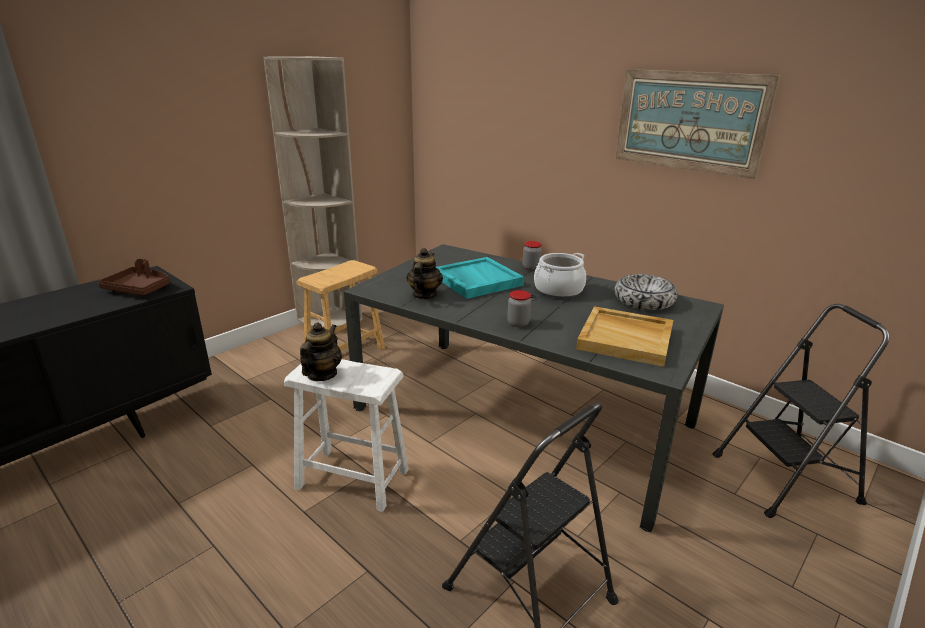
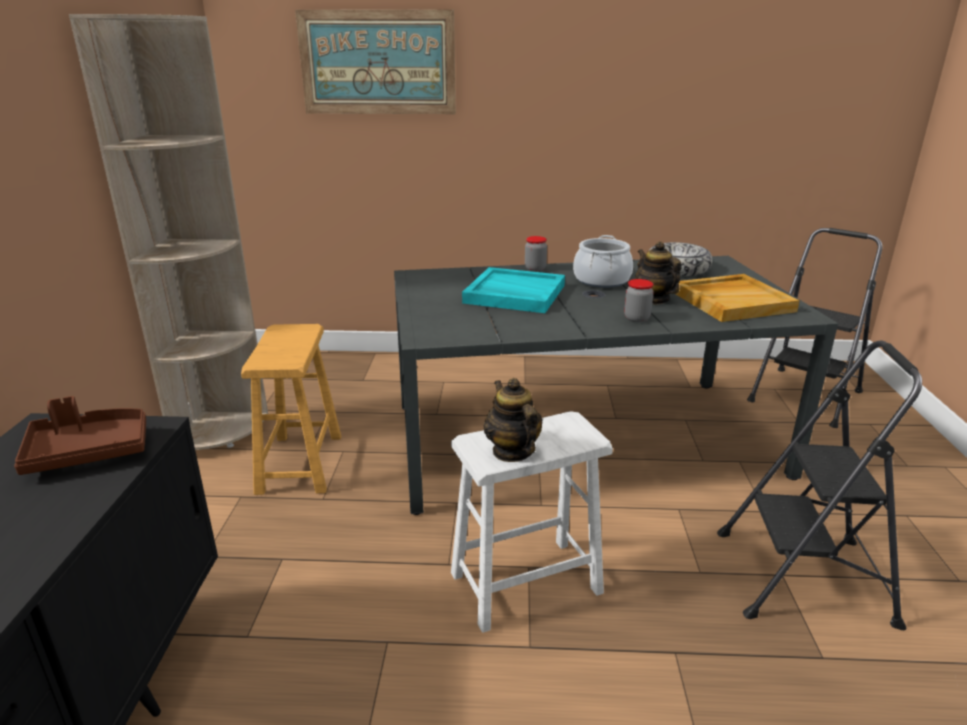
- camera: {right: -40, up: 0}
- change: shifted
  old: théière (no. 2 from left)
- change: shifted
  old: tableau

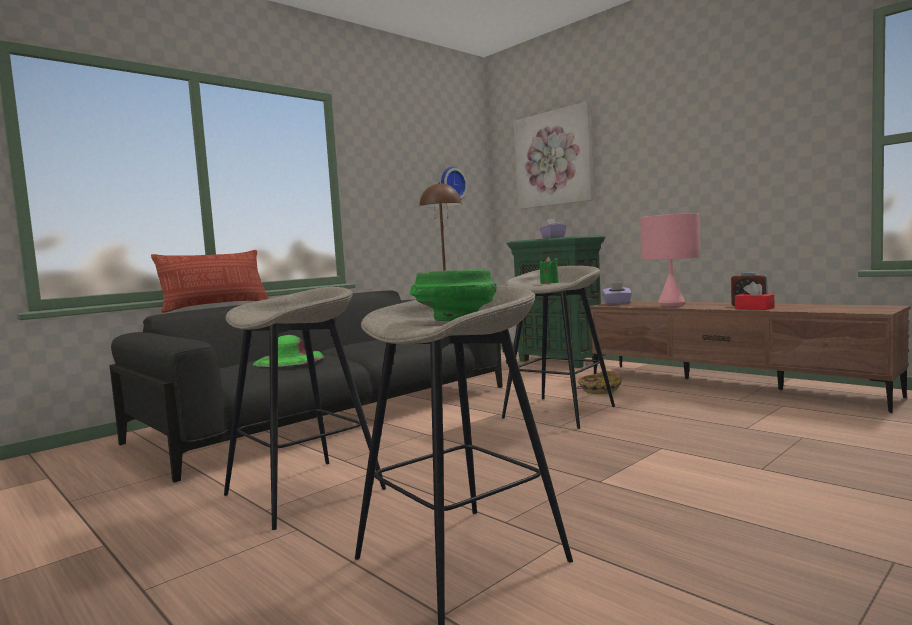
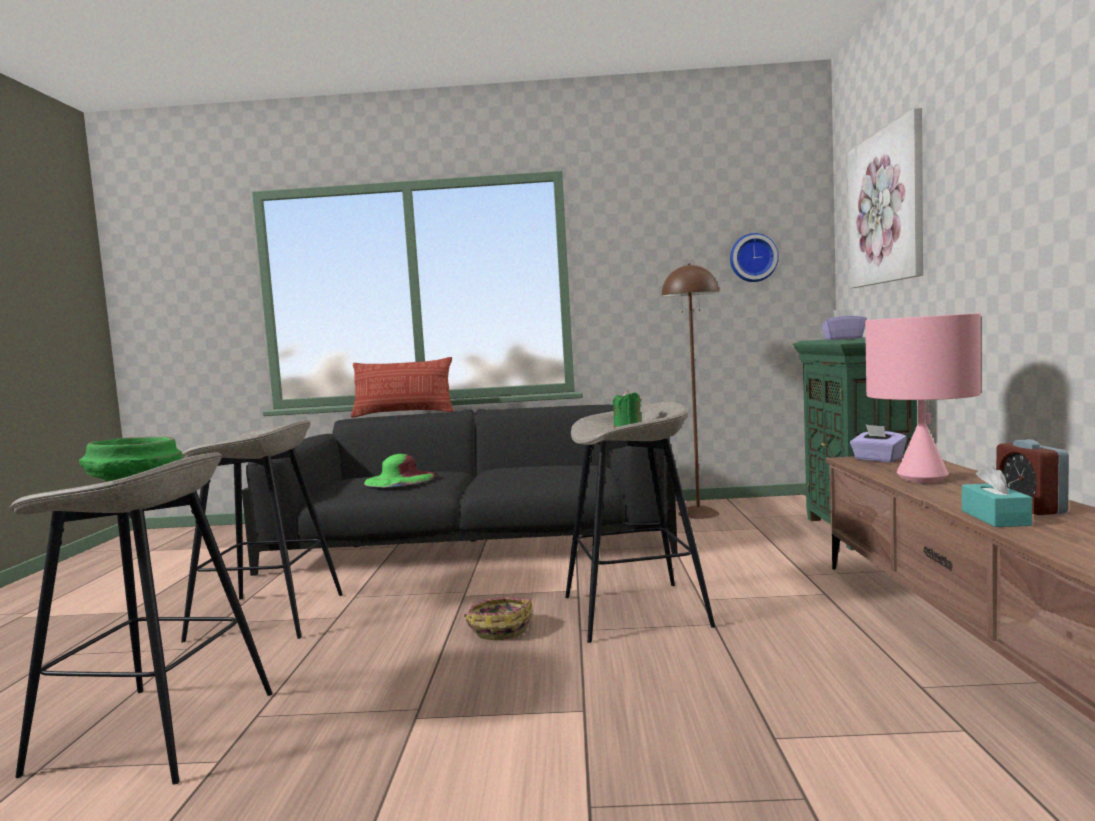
- camera: {right: 45, up: 0}
- change: shifted
  old: panier
- change: repainted
  old: boîte à mouchoirs (rouge)
  new: boîte à mouchoirs (turquoise)

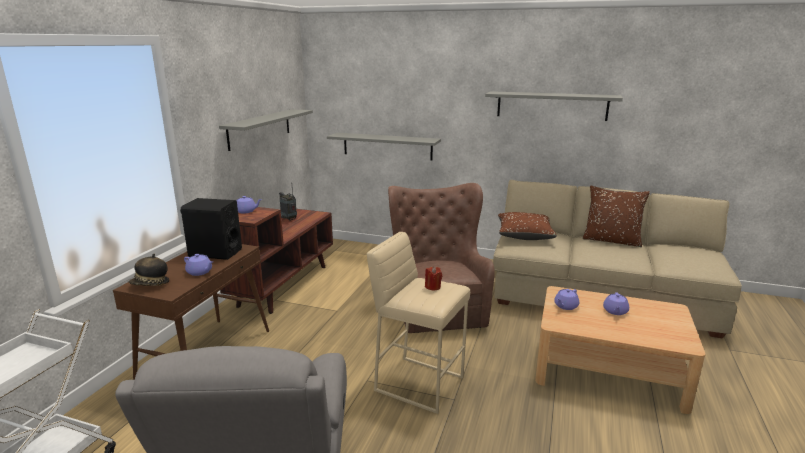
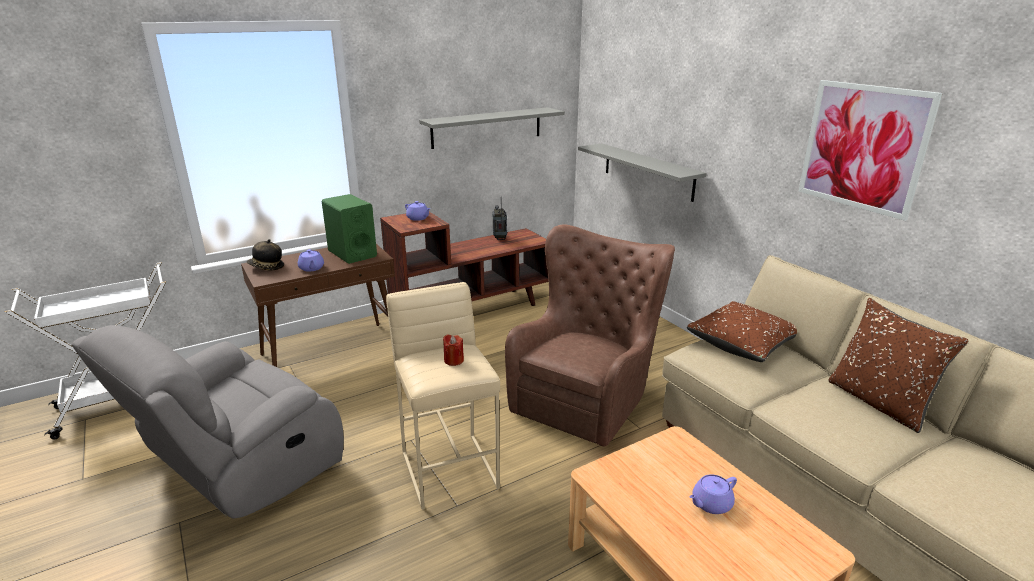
- camera: {right: 40, up: 5}
- change: gone
  old: théière (violet) (no. 3 from left)
- change: swapped
  old: étagère (gris) (no. 3 from left)
  new: tableau
- change: repainted
  old: enceinte (noir)
  new: enceinte (vert)

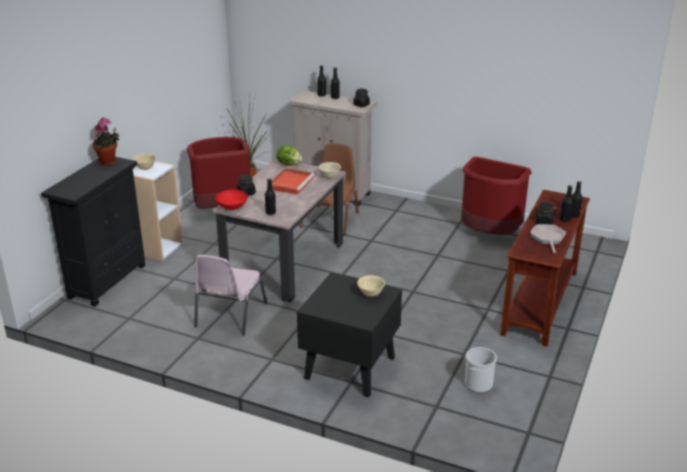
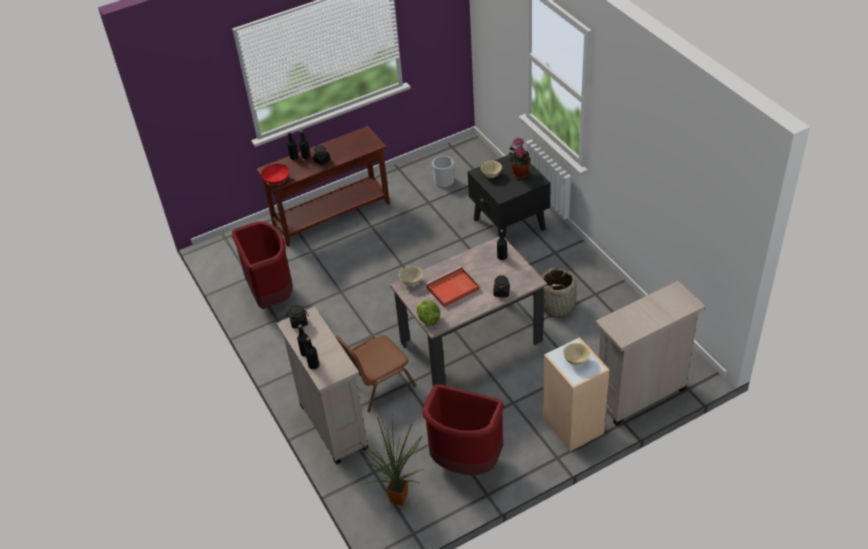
- camera: {right: -140, up: 15}
- change: gone
  old: poêle
- change: shifted
  old: plante en pot (no. 1 from left in the first image)
  new: plante en pot (no. 2 from left)
- change: shifted
  old: bol (rouge)
- change: swapped
  old: chaise (rose)
  new: panier
- change: repainted
  old: meuble de rangement (noir)
  new: meuble de rangement (beige) (no. 2 from left)

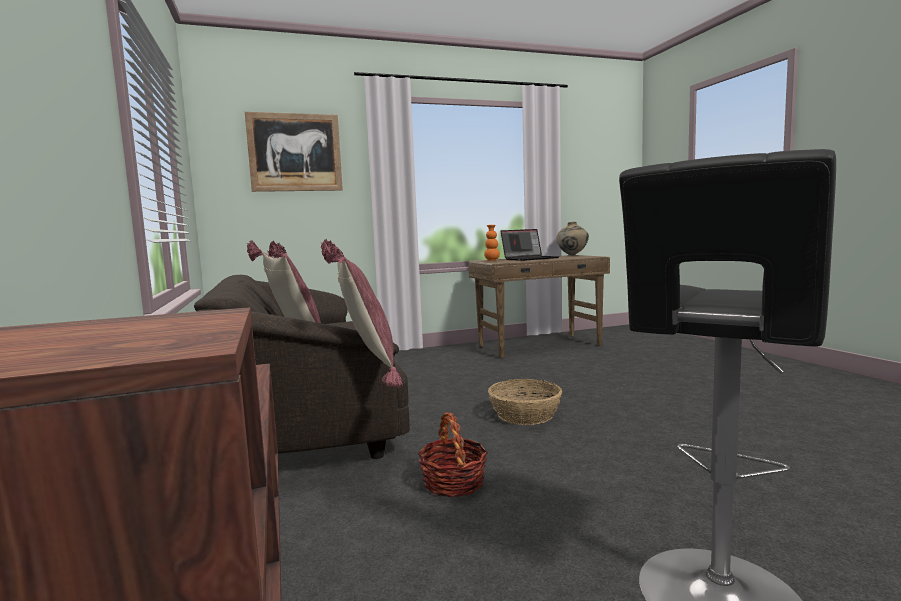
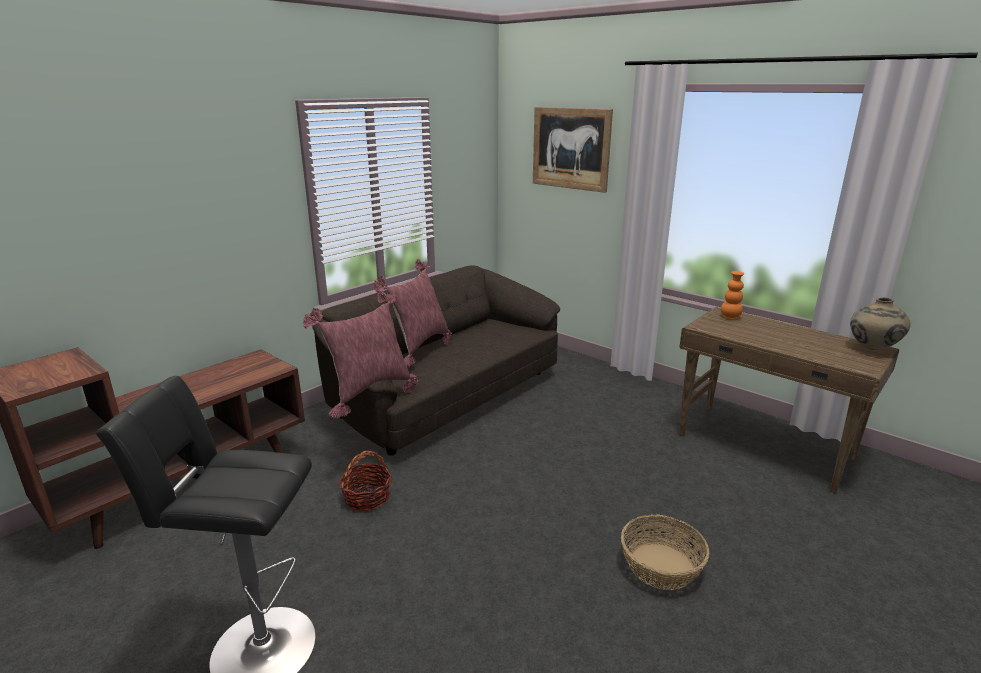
- camera: {right: 60, up: 15}
- change: gone
  old: ordinateur portable
- change: shifted
  old: panier (no. 2 from left)

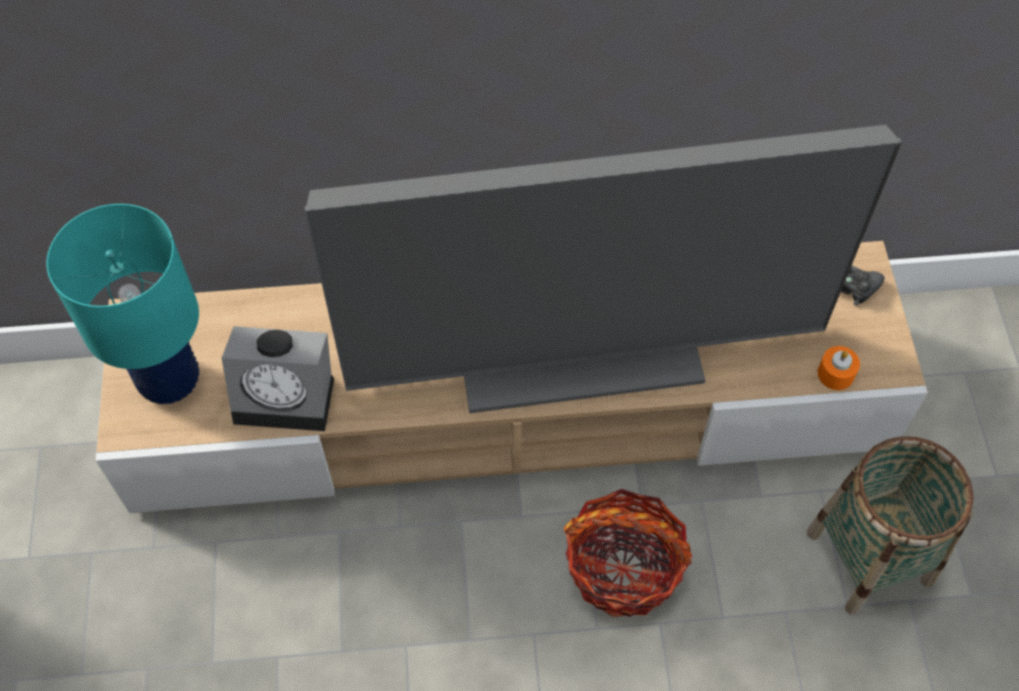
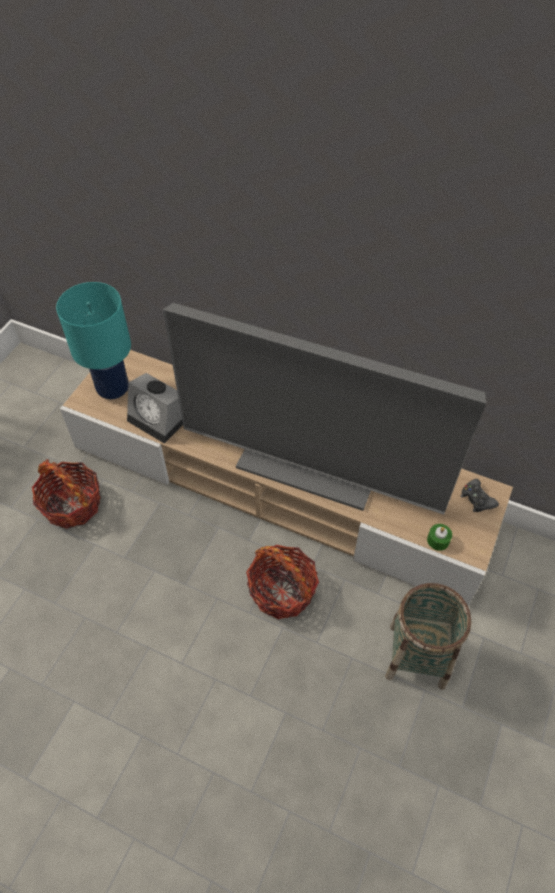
- camera: {right: 30, up: -5}
- change: new
  new: panier (no. 1 from left)
- change: repainted
  old: bougie (orange)
  new: bougie (vert)

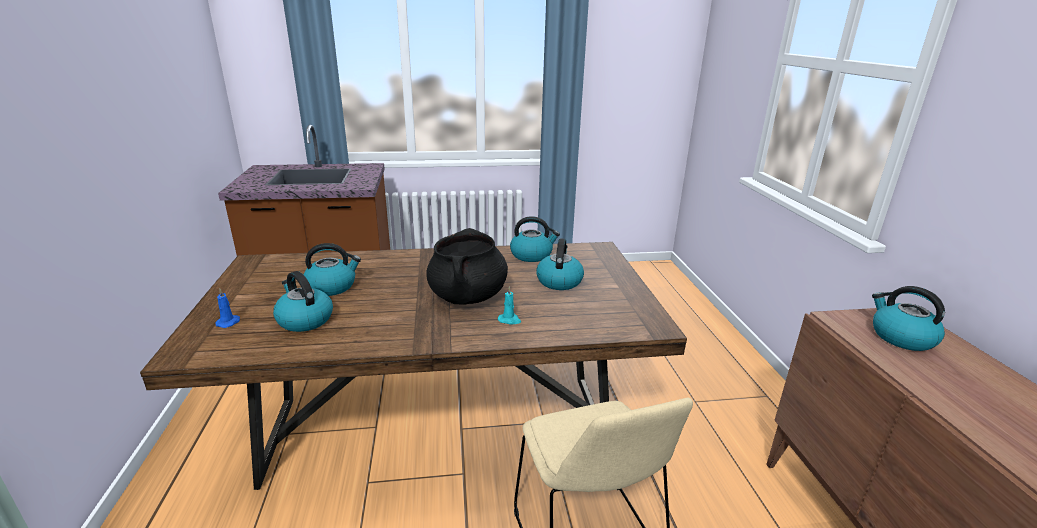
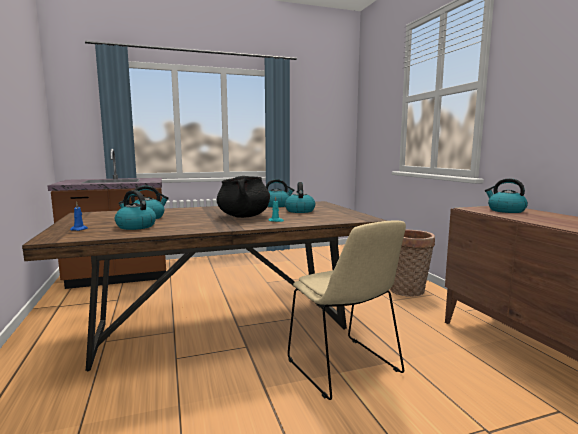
- camera: {right: -10, up: -15}
- change: new
  new: panier

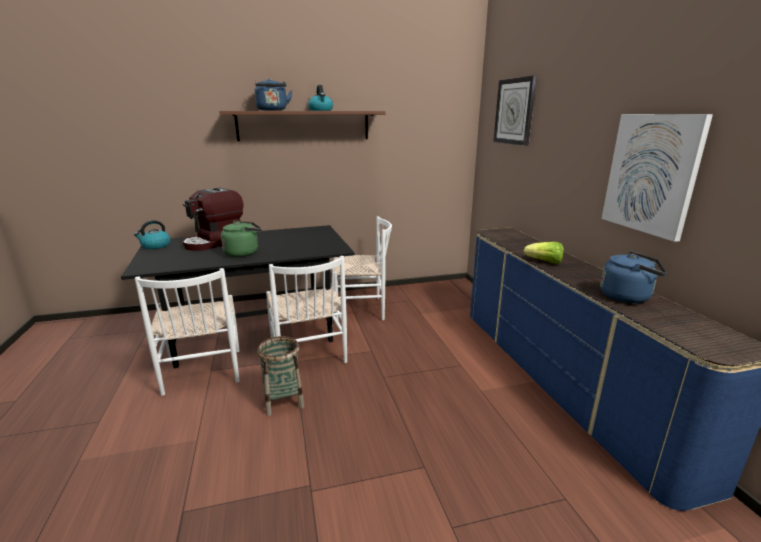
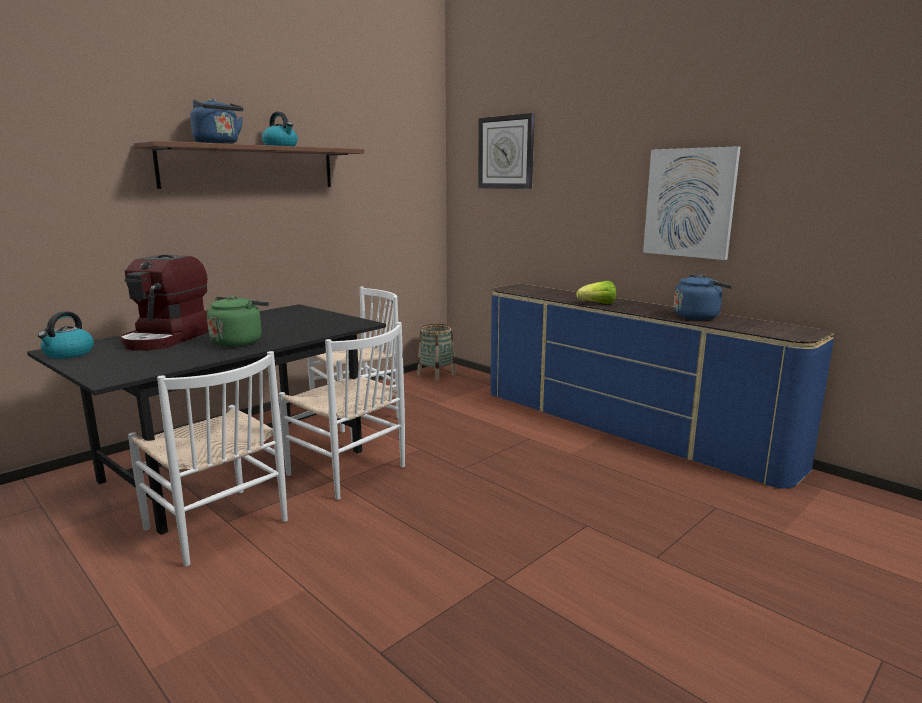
- camera: {right: -30, up: -5}
- change: shifted
  old: panier

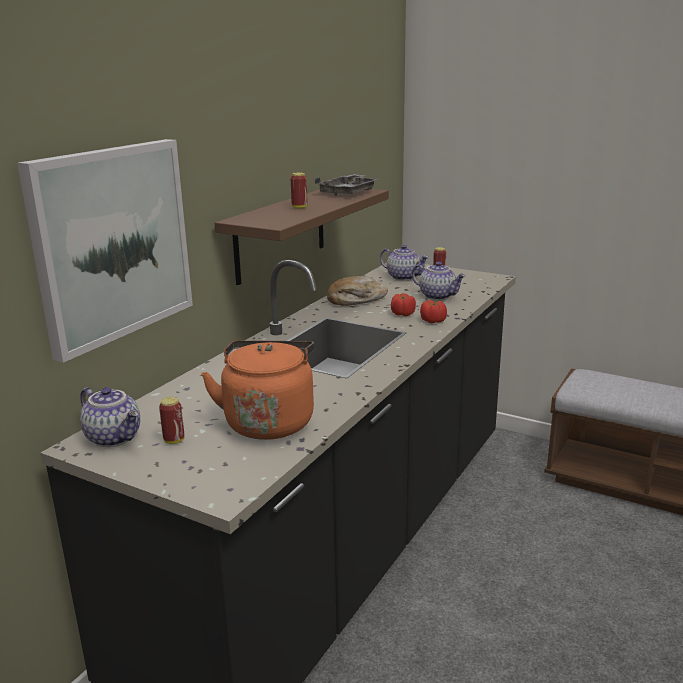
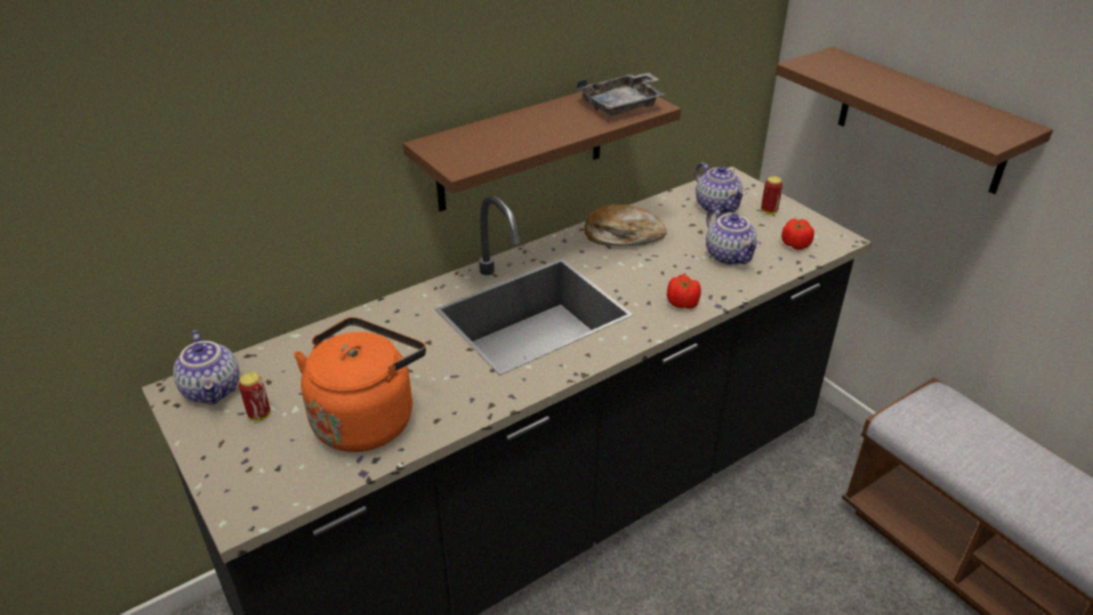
- camera: {right: 25, up: 15}
- change: gone
  old: tableau
- change: gone
  old: boîte métallique (no. 2 from left)
- change: new
  new: étagère (marron) (no. 2 from left)
- change: shifted
  old: tomate (no. 1 from left in the first image)
  new: tomate (no. 2 from left)

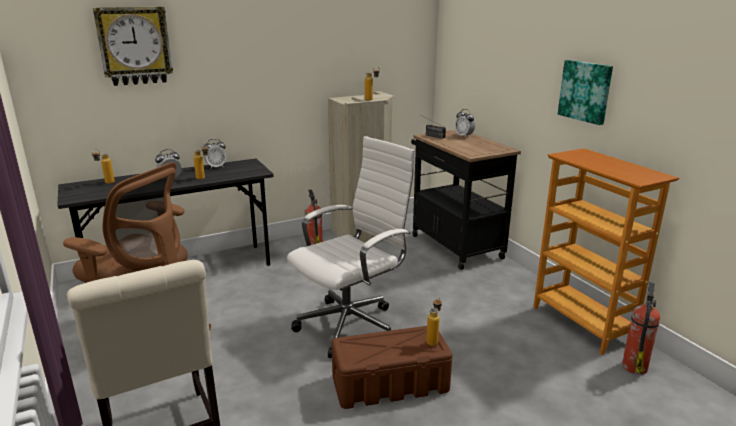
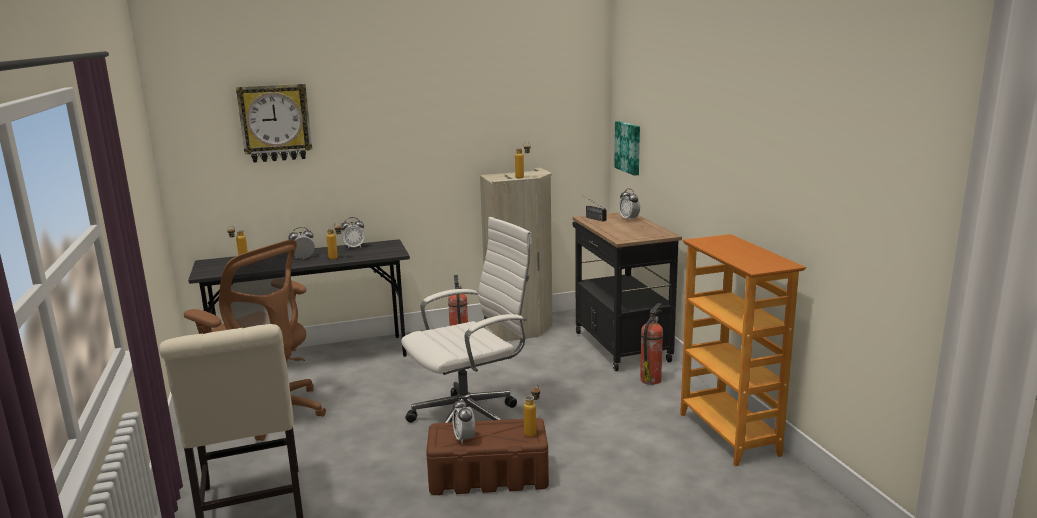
- camera: {right: 10, up: -5}
- change: new
  new: réveil (no. 3 from left)
- change: shifted
  old: tableau
- change: shifted
  old: extincteur (no. 2 from left)

